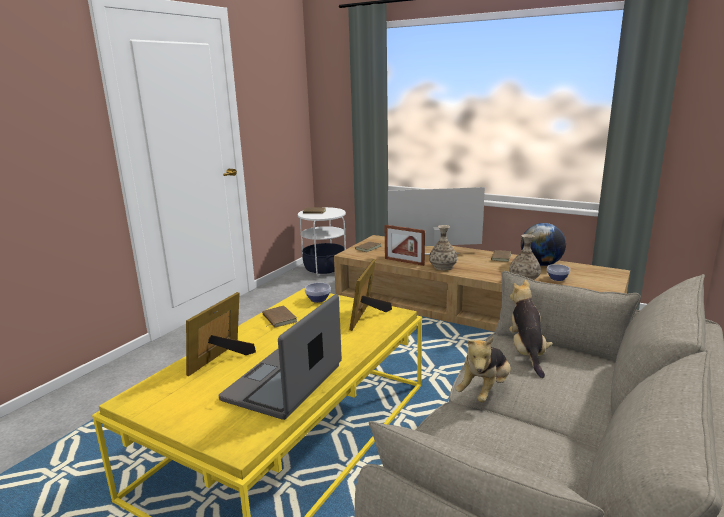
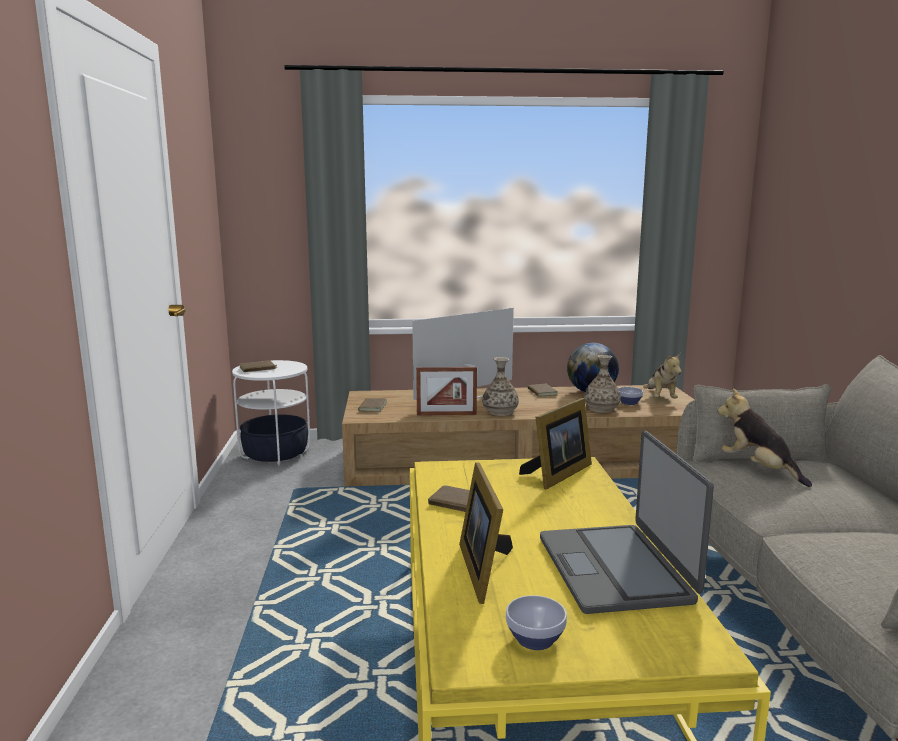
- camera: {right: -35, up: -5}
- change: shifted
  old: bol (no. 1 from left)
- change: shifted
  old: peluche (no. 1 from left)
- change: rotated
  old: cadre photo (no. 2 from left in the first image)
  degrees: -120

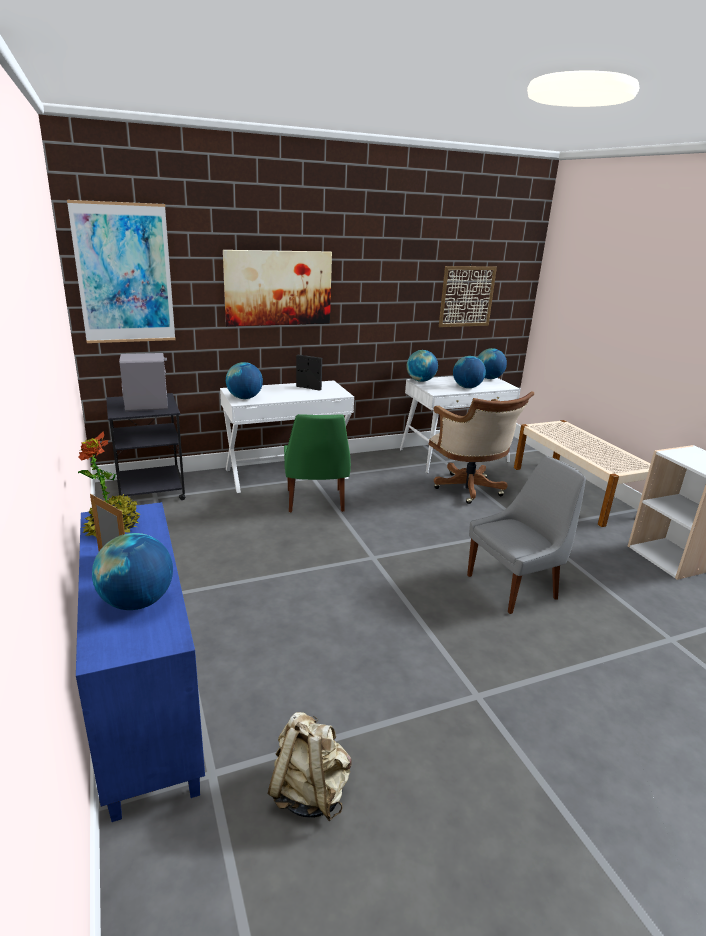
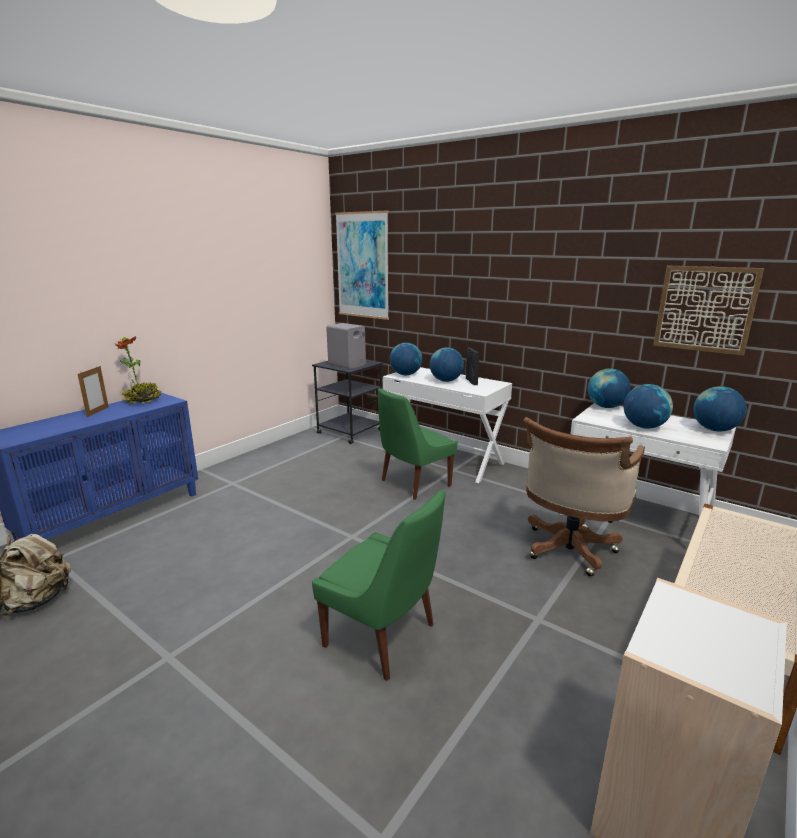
- camera: {right: 60, up: -5}
- change: gone
  old: tableau (no. 2 from left)
- change: shifted
  old: globe (no. 1 from left in the first image)
  new: globe (no. 2 from left)
- change: repainted
  old: chaise (gris)
  new: chaise (vert) (no. 1 from left)

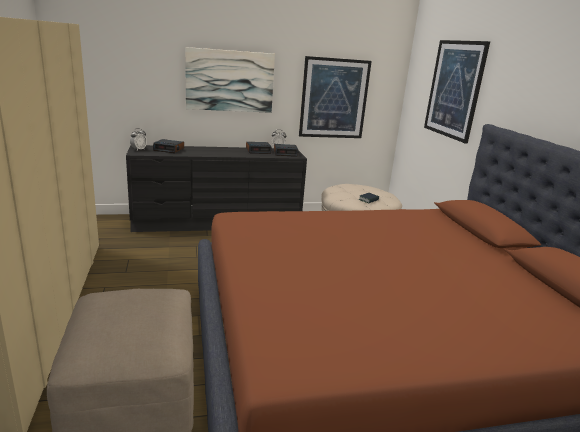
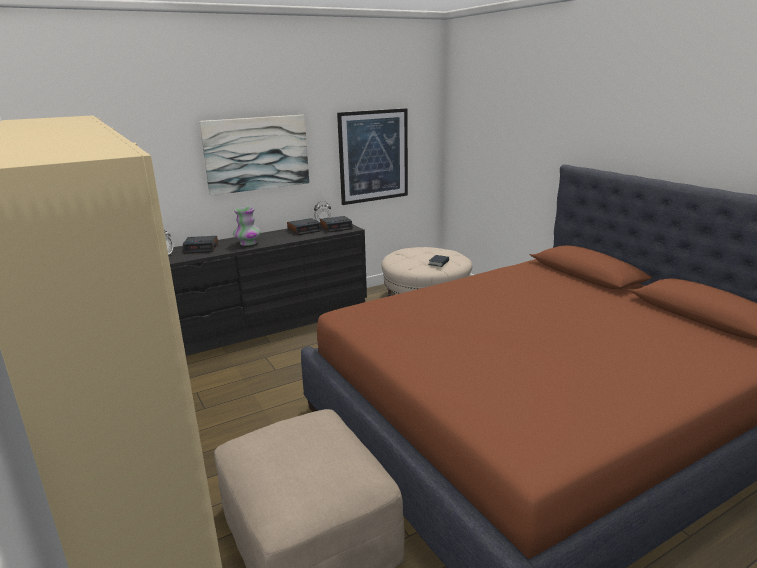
- camera: {right: -15, up: 0}
- change: gone
  old: tableau (no. 3 from left)
- change: new
  new: vase

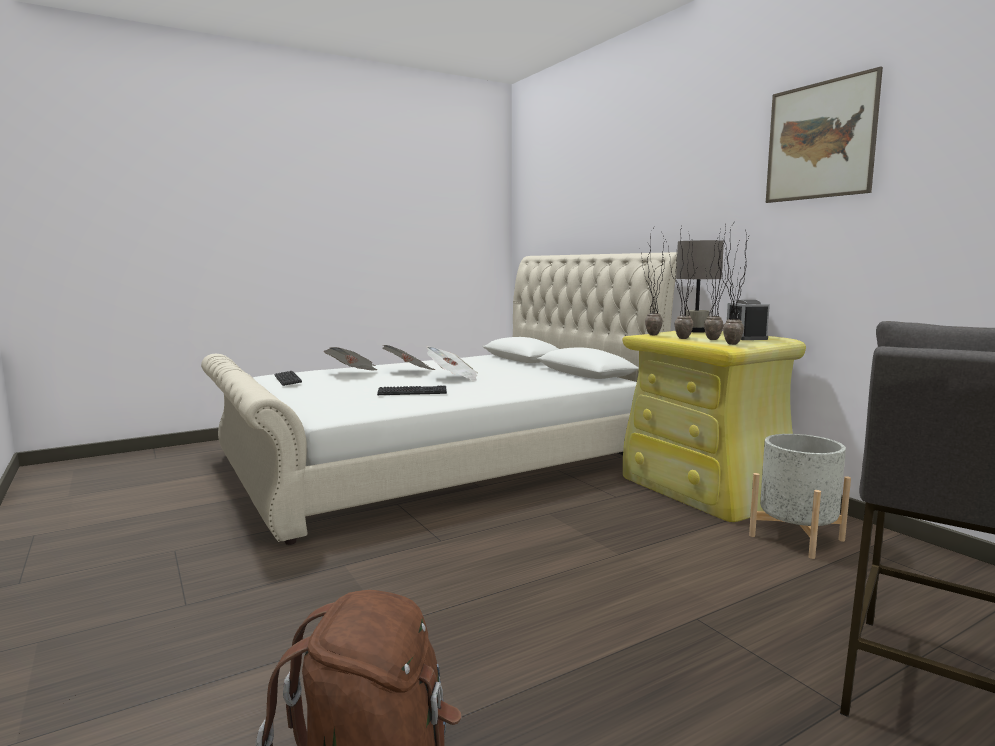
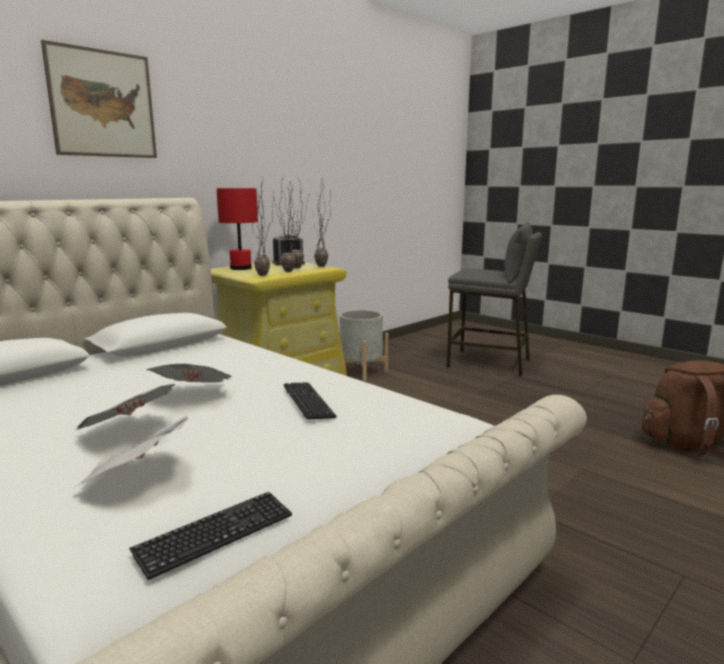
- camera: {right: -105, up: 5}
- change: shifted
  old: tableau
- change: repainted
  old: lampe de table (gris)
  new: lampe de table (rouge)

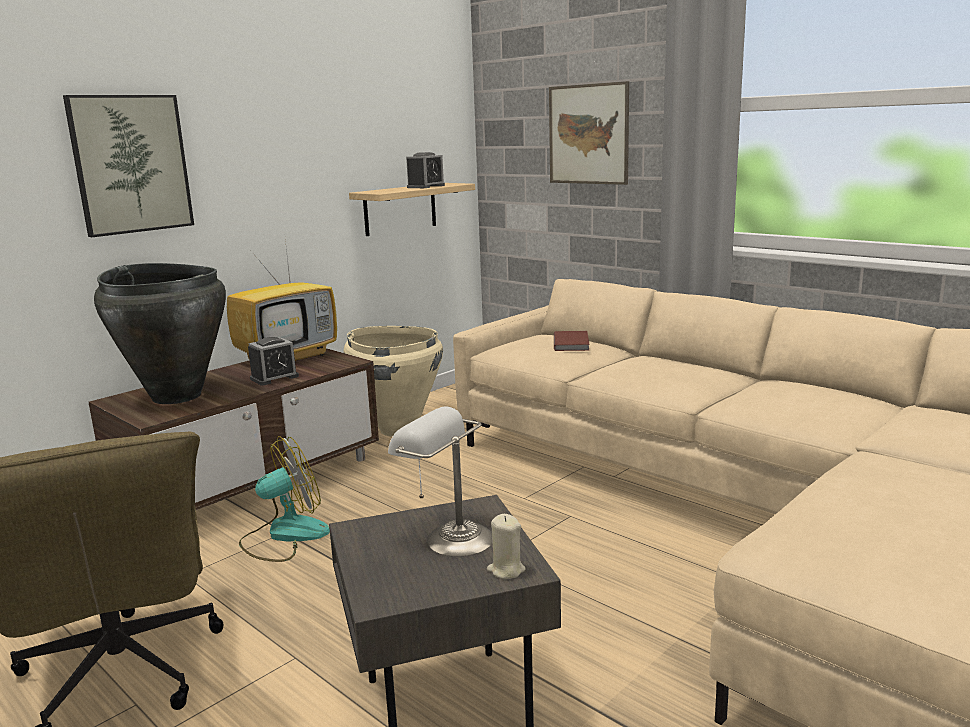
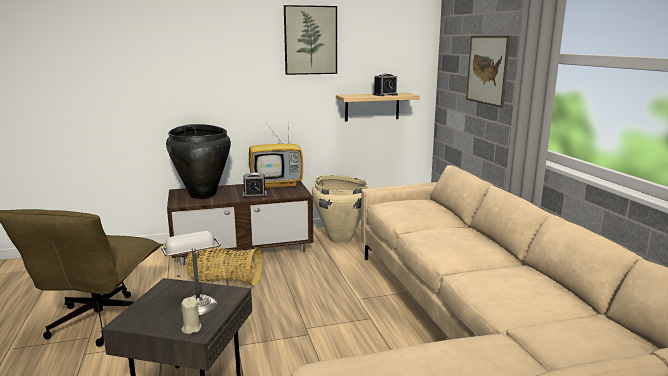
- camera: {right: 30, up: 0}
- change: gone
  old: livre (marron)
- change: shifted
  old: tableau (no. 1 from left)
- change: swapped
  old: ventilateur
  new: panier

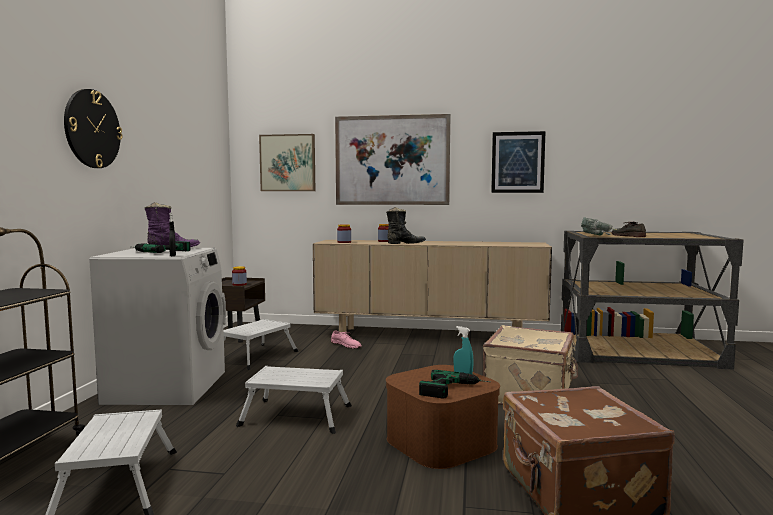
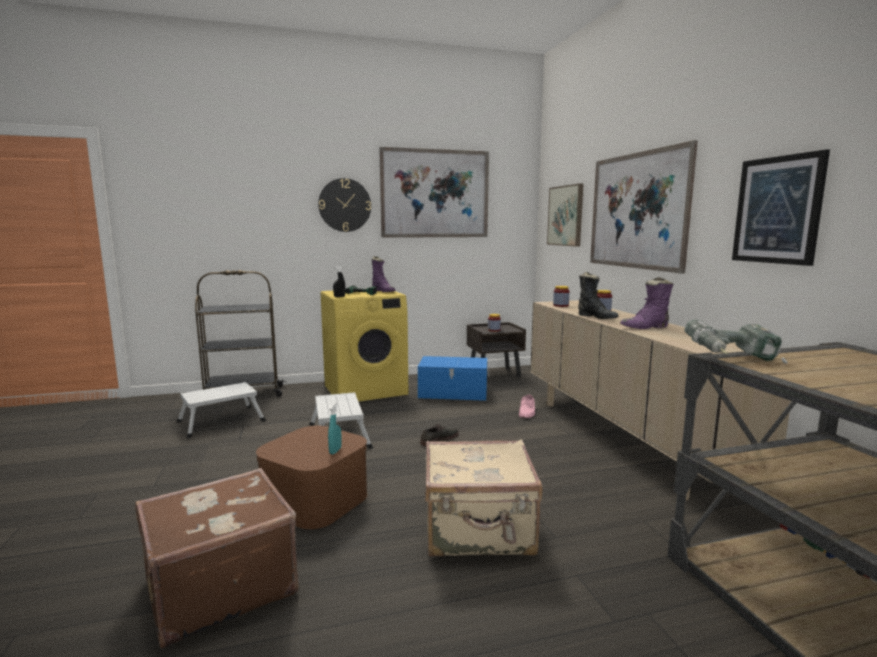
- camera: {right: 65, up: 5}
- change: gone
  old: perceuse (no. 2 from left)
- change: new
  new: tableau (no. 1 from left)
- change: new
  new: botte (violet) (no. 2 from left)
- change: shifted
  old: chaussure (gris)
- change: swapped
  old: escabeau (blanc) (no. 2 from left)
  new: boîte de rangement (bleu)
- change: repainted
  old: lave-linge (blanc)
  new: lave-linge (jaune)

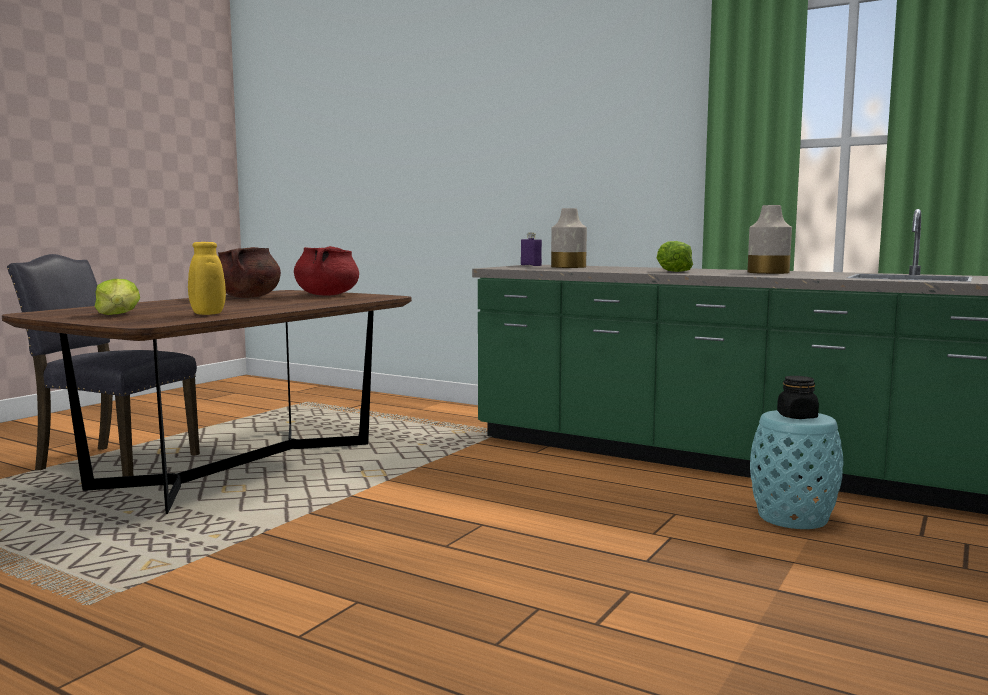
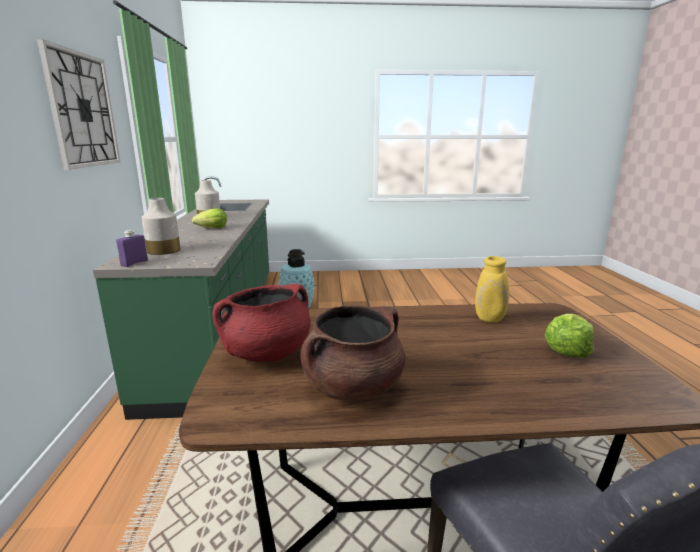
- camera: {right: -125, up: 10}
- change: new
  new: horloge murale

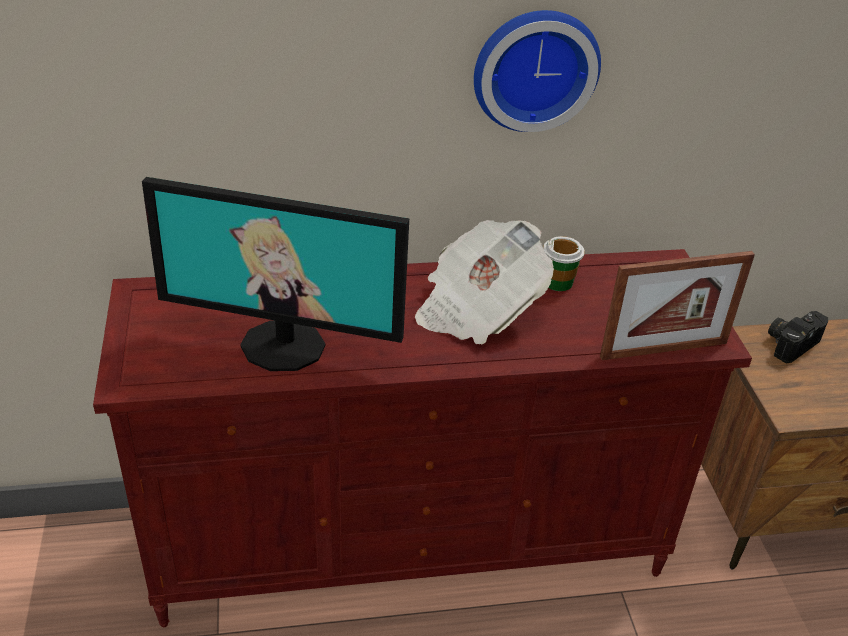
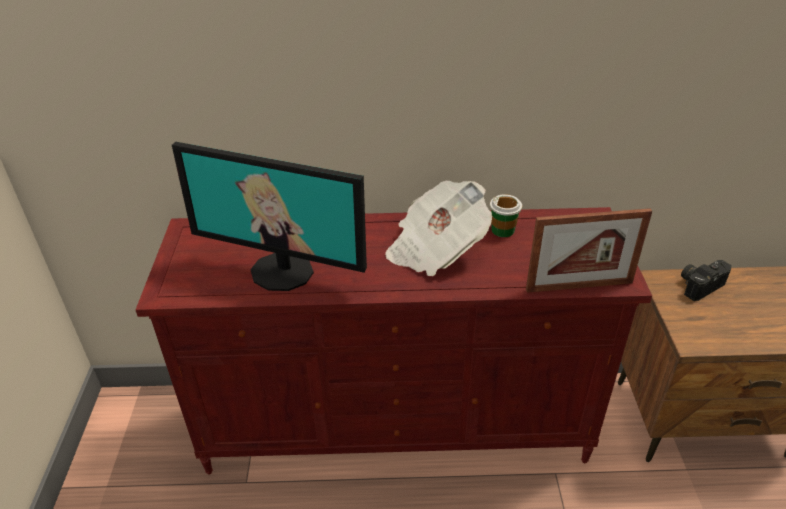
- camera: {right: 10, up: 0}
- change: gone
  old: horloge murale

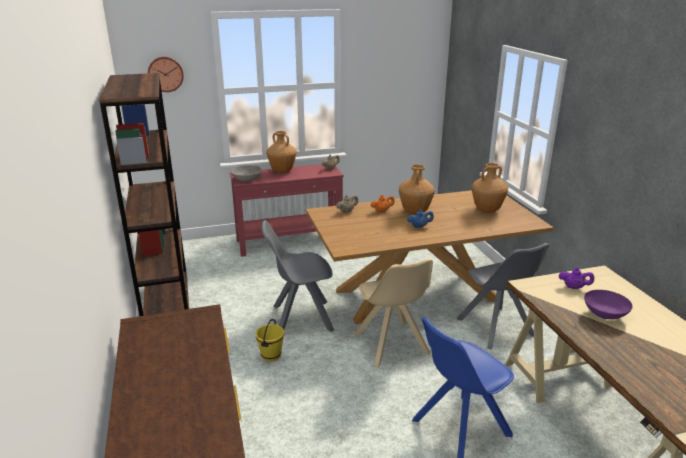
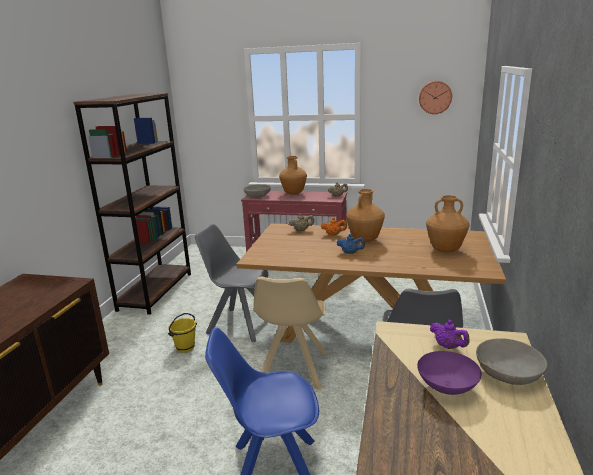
- camera: {right: 30, up: -5}
- change: new
  new: bol (gris) (no. 2 from left)
- change: shifted
  old: horloge murale

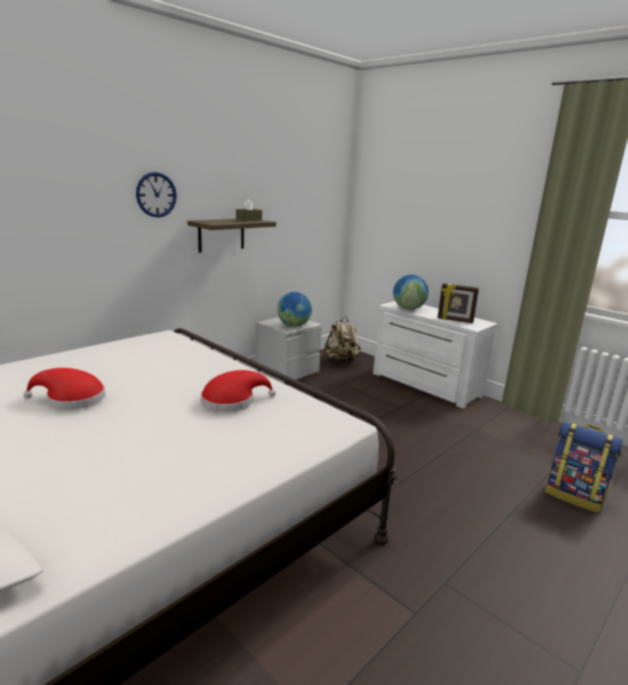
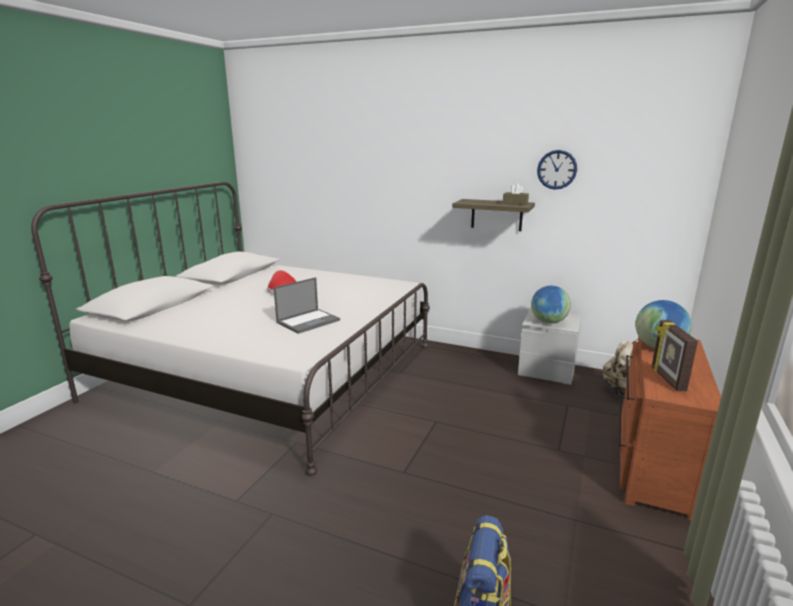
- camera: {right: 70, up: 0}
- change: shifted
  old: horloge murale
- change: swapped
  old: chapeau (rouge) (no. 2 from left)
  new: ordinateur portable
- change: repainted
  old: commode (blanc)
  new: commode (marron)

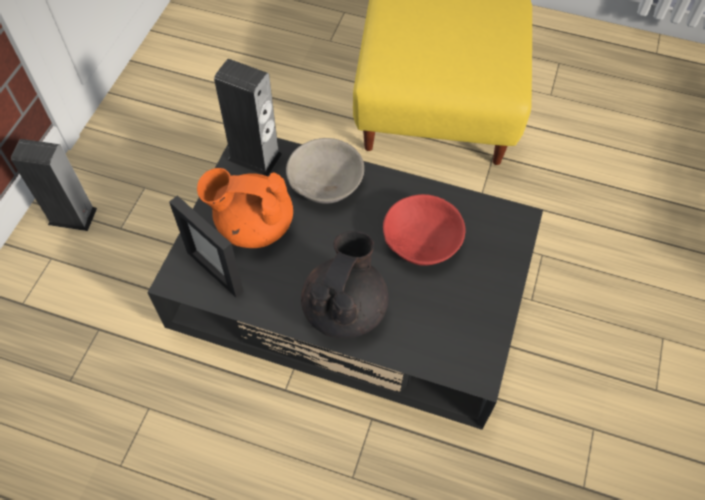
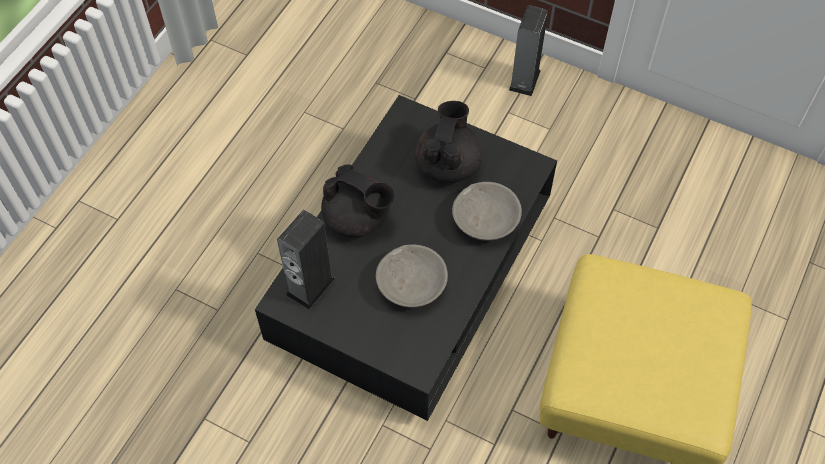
- camera: {right: 100, up: 0}
- change: gone
  old: cadre photo
- change: shifted
  old: enceinte (no. 2 from left in the first image)
  new: enceinte (no. 1 from left)
- change: repainted
  old: théière (orange)
  new: théière (noir) (no. 2 from left)
- change: repainted
  old: bol (rouge)
  new: bol (gris) (no. 1 from left)

